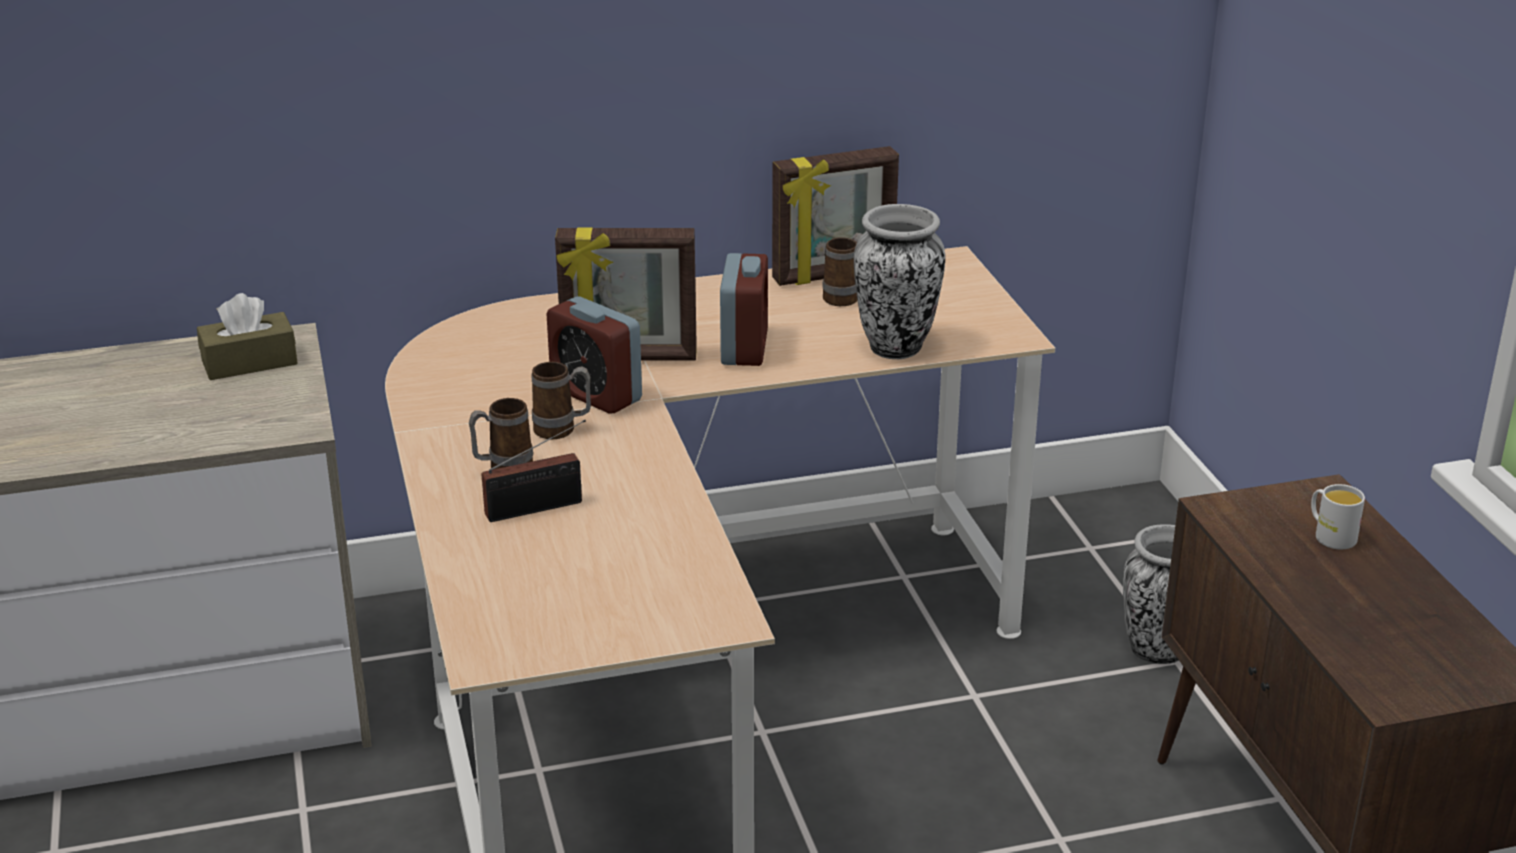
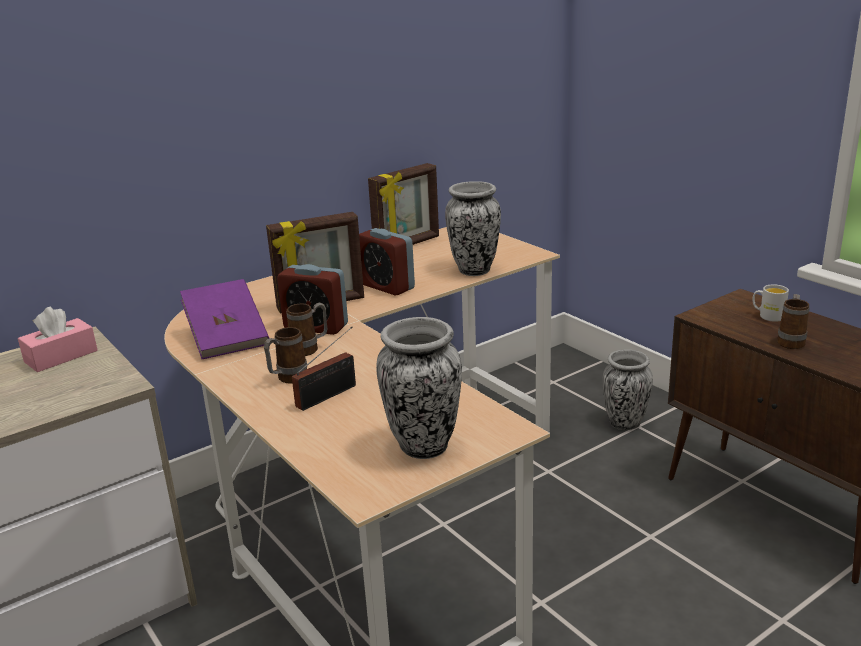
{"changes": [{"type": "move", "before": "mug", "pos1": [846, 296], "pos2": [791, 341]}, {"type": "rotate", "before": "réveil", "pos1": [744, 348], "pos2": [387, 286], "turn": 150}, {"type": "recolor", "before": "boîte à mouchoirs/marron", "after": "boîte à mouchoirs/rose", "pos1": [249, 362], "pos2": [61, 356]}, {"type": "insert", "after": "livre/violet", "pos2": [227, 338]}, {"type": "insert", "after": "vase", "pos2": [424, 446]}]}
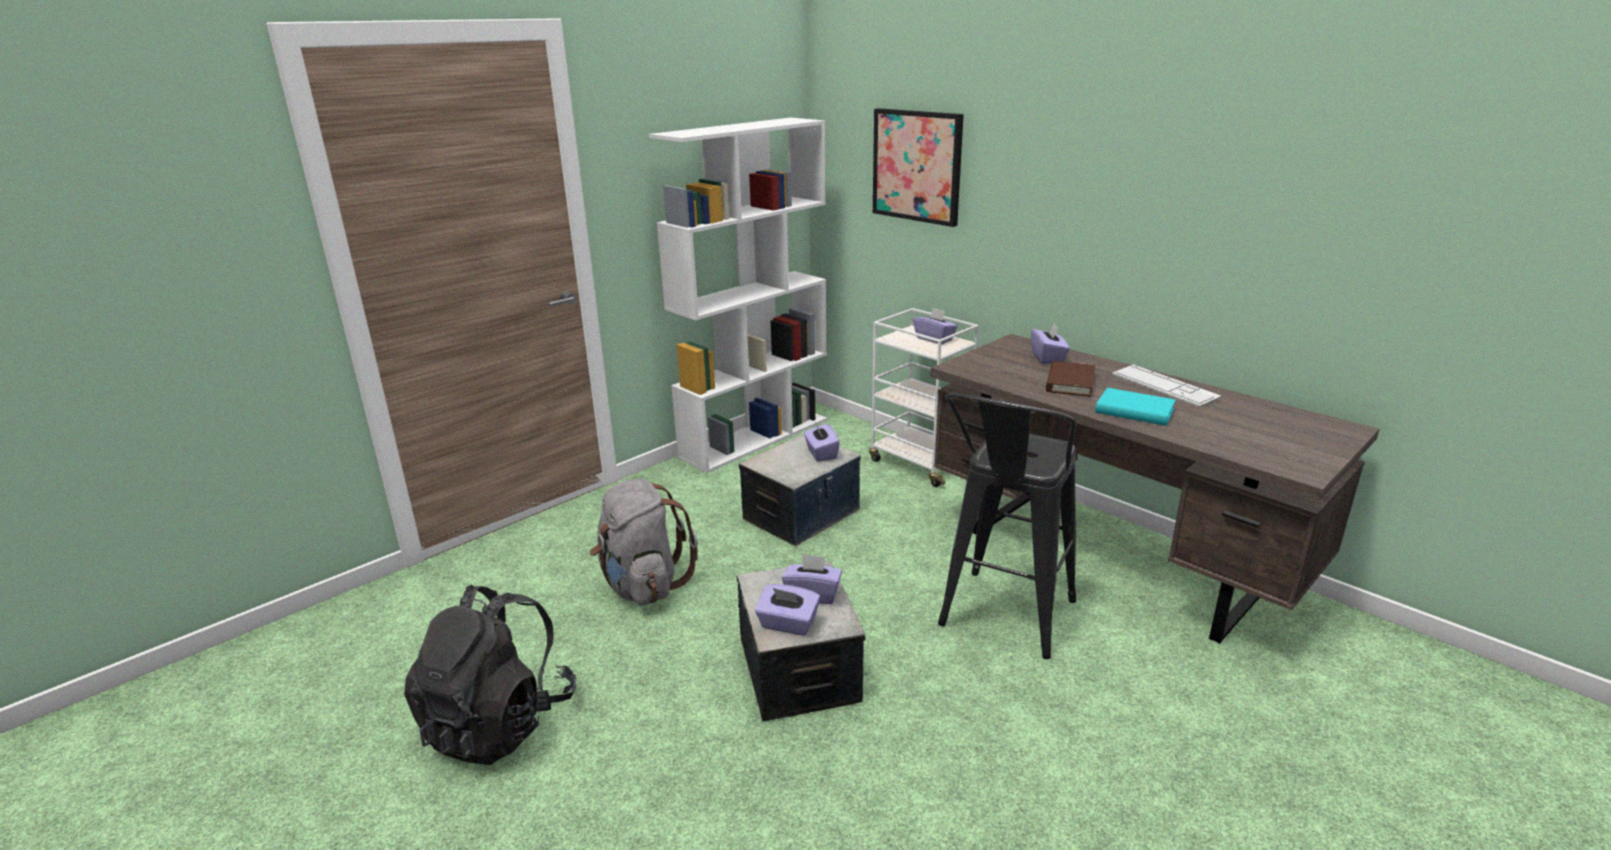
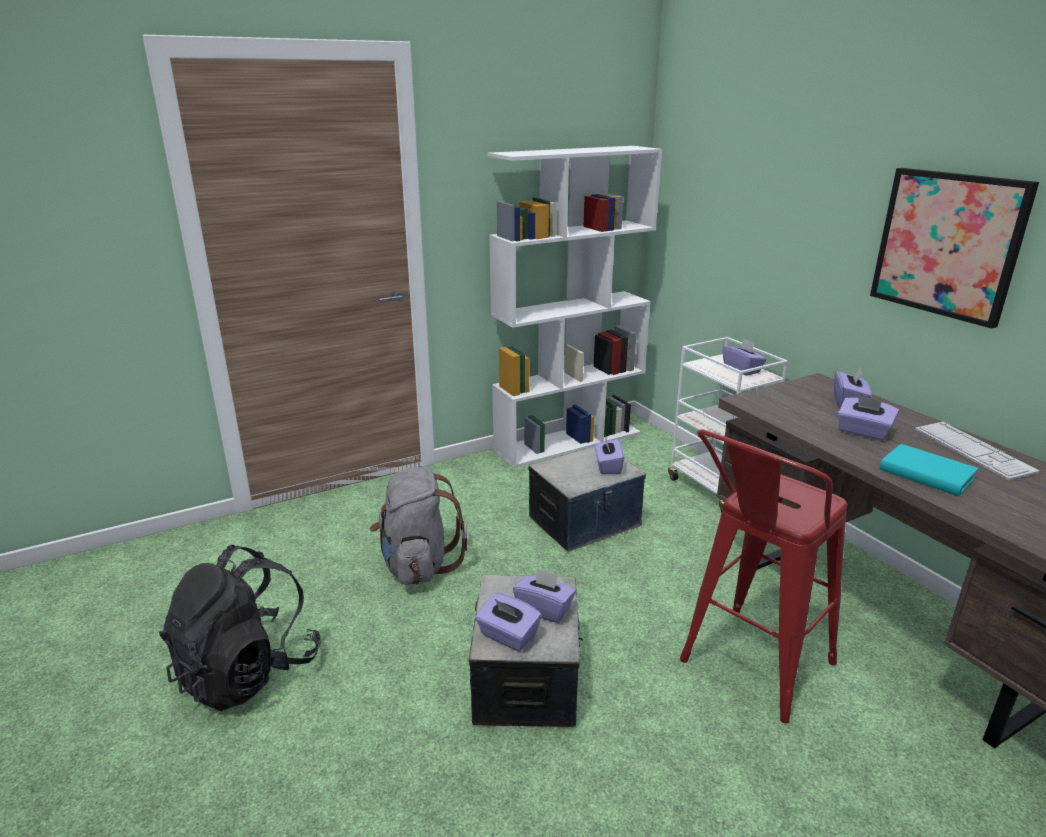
{"changes": [{"type": "move", "before": "tableau", "pos1": [917, 166], "pos2": [948, 244]}, {"type": "replace", "before": "livre/marron", "after": "boîte à mouchoirs/violet", "pos1": [1070, 382], "pos2": [863, 432]}, {"type": "recolor", "before": "tabouret/noir", "after": "tabouret/rouge", "pos1": [1002, 621], "pos2": [748, 670]}]}
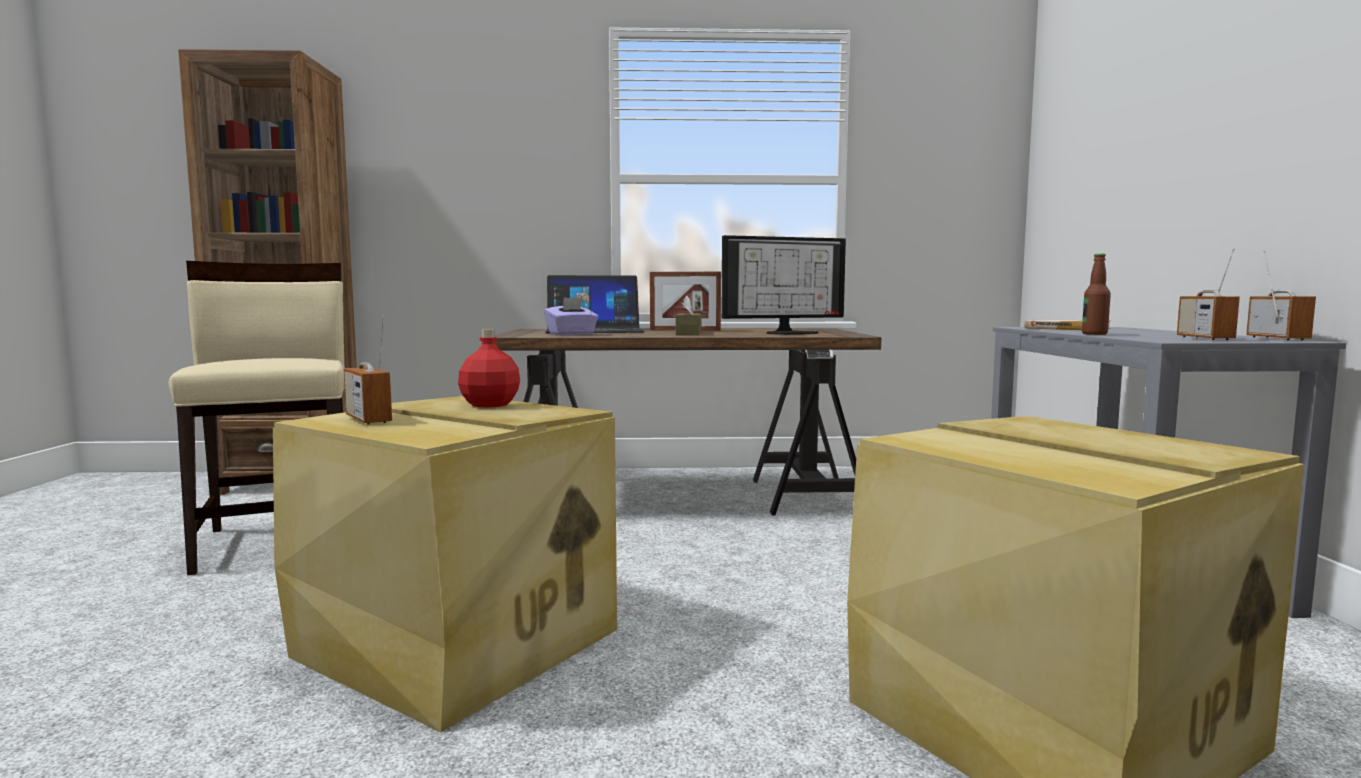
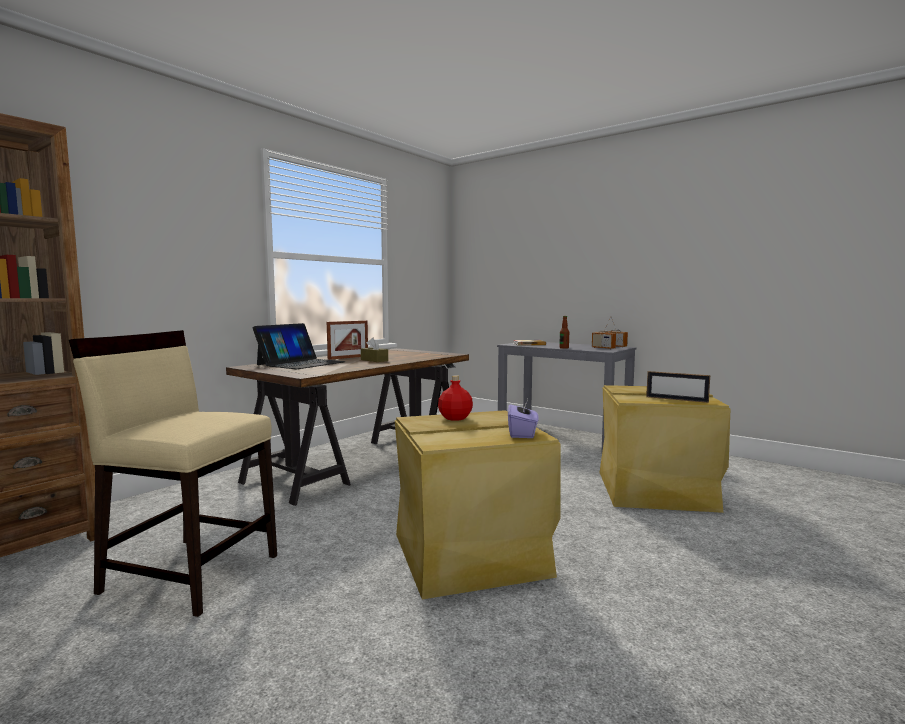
{"changes": [{"type": "delete", "before": "écran d'ordinateur", "pos1": [791, 333]}, {"type": "move", "before": "boîte à mouchoirs/violet", "pos1": [572, 334], "pos2": [522, 433]}, {"type": "delete", "before": "radio", "pos1": [368, 419]}, {"type": "insert", "after": "cadre photo", "pos2": [676, 399]}]}
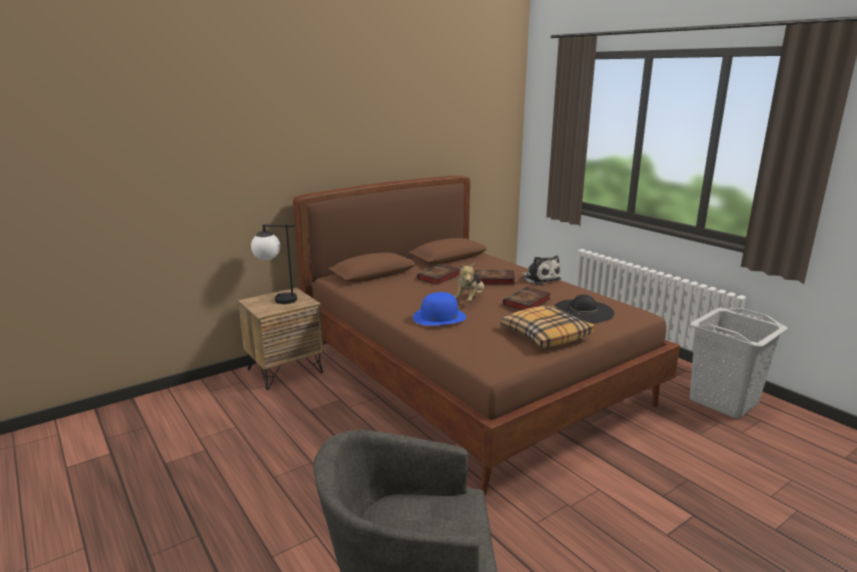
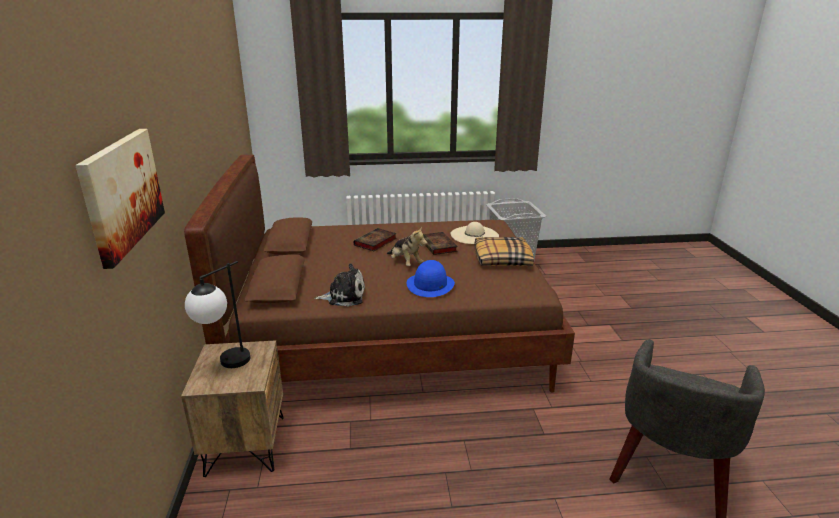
{"changes": [{"type": "move", "before": "peluche", "pos1": [540, 279], "pos2": [344, 296]}, {"type": "delete", "before": "livre", "pos1": [438, 277]}, {"type": "recolor", "before": "chapeau/noir", "after": "chapeau/beige", "pos1": [583, 311], "pos2": [474, 235]}, {"type": "insert", "after": "tableau", "pos2": [122, 193]}]}
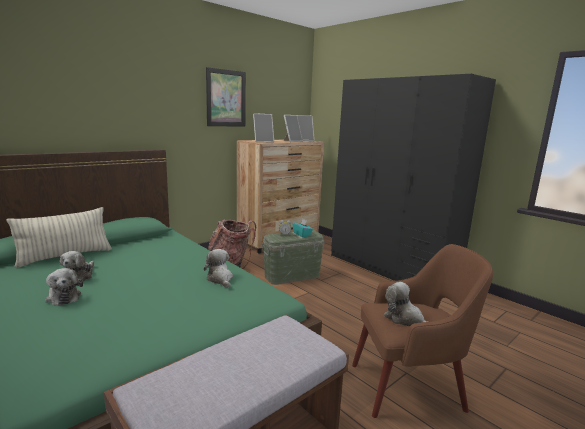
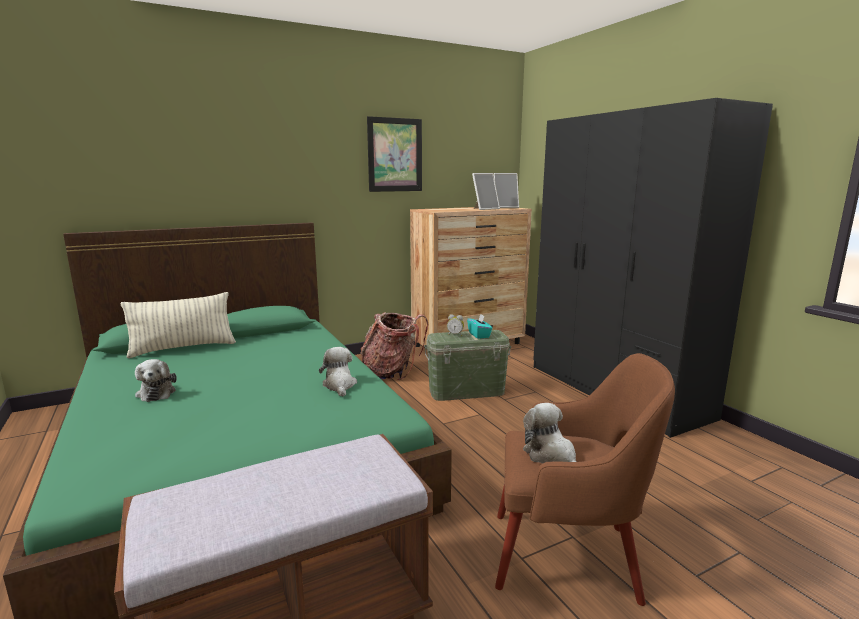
{"changes": [{"type": "delete", "before": "cadre photo", "pos1": [263, 141]}, {"type": "delete", "before": "peluche", "pos1": [79, 276]}]}
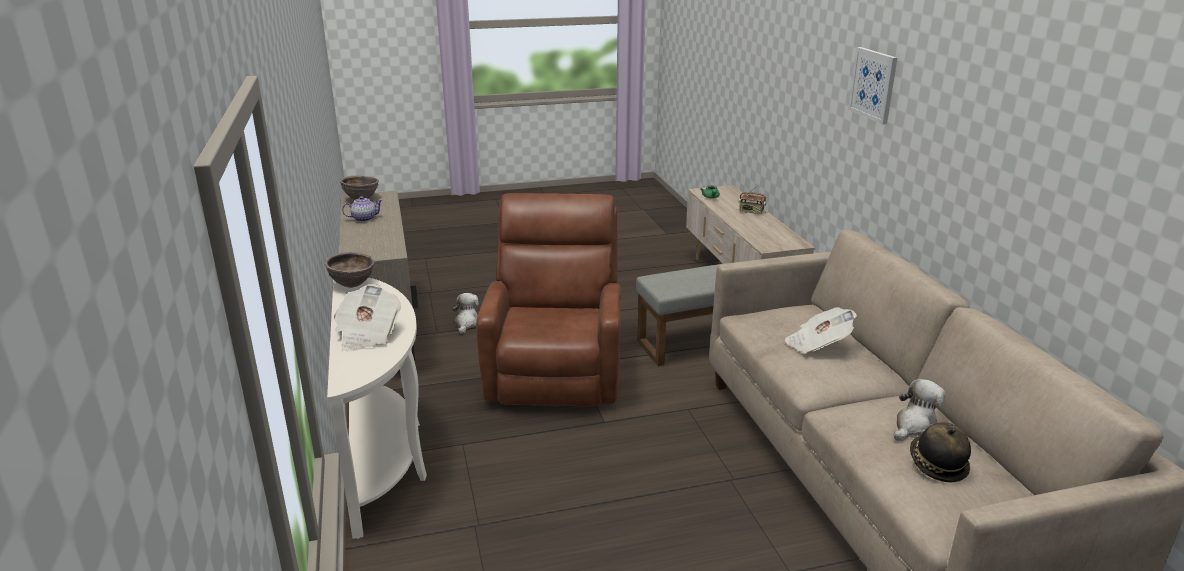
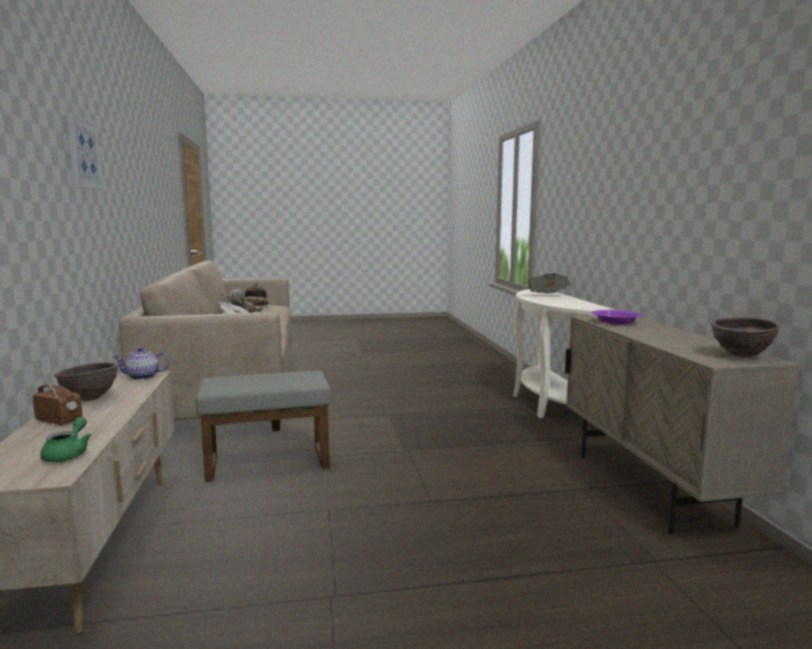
{"changes": [{"type": "delete", "before": "fauteuil/marron", "pos1": [555, 372]}, {"type": "move", "before": "théière", "pos1": [364, 219], "pos2": [143, 377]}, {"type": "move", "before": "bol/marron", "pos1": [352, 285], "pos2": [90, 399]}, {"type": "delete", "before": "peluche", "pos1": [467, 323]}, {"type": "insert", "after": "bol/violet", "pos2": [616, 322]}]}
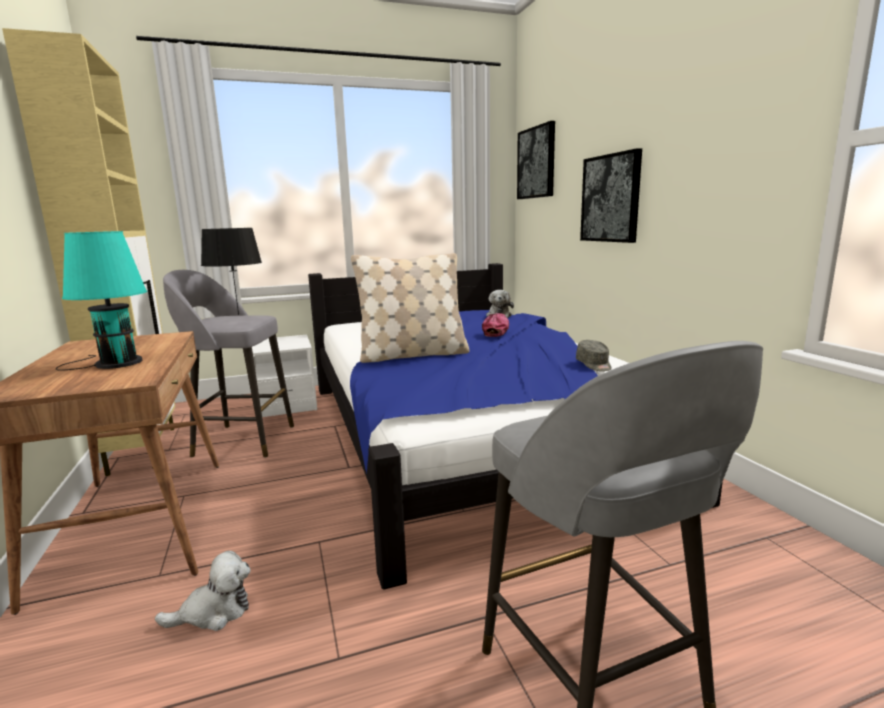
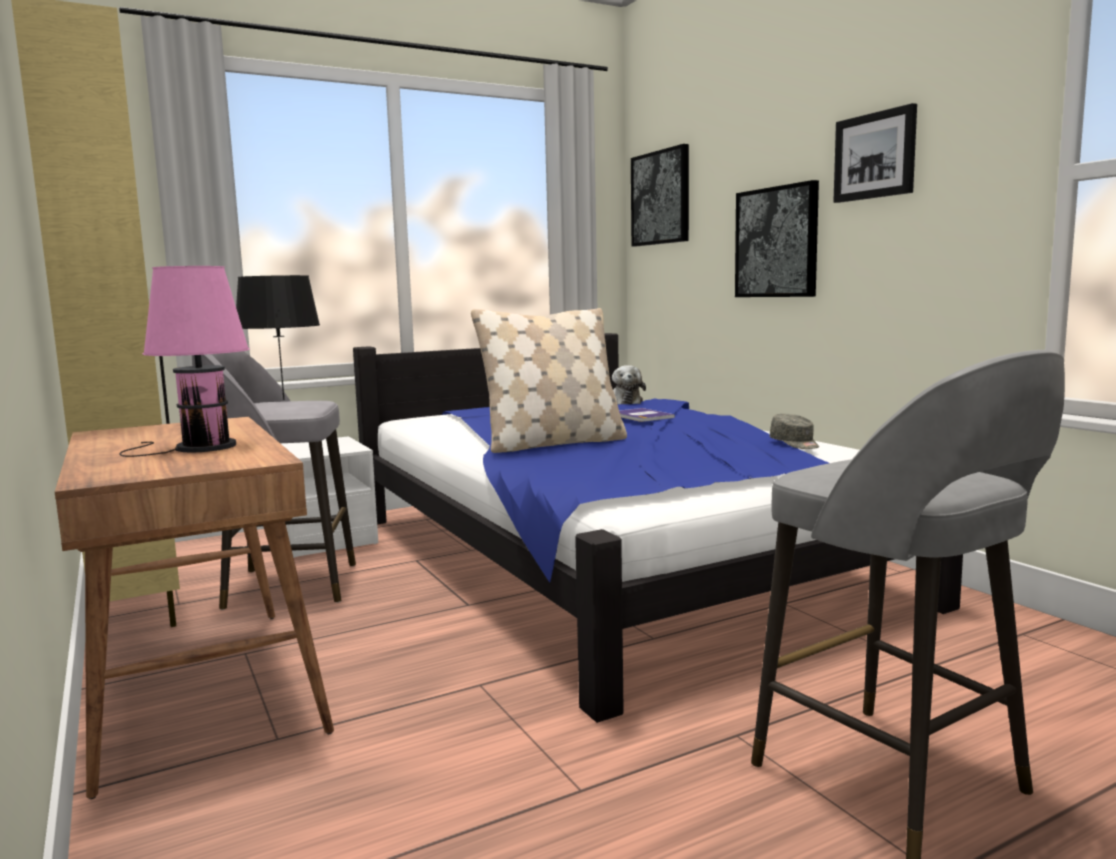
{"changes": [{"type": "recolor", "before": "lampe de table/turquoise", "after": "lampe de table/rose", "pos1": [114, 363], "pos2": [199, 447]}, {"type": "replace", "before": "casquette", "after": "livre", "pos1": [496, 331], "pos2": [641, 416]}, {"type": "delete", "before": "peluche", "pos1": [214, 612]}, {"type": "insert", "after": "tableau", "pos2": [875, 156]}]}
